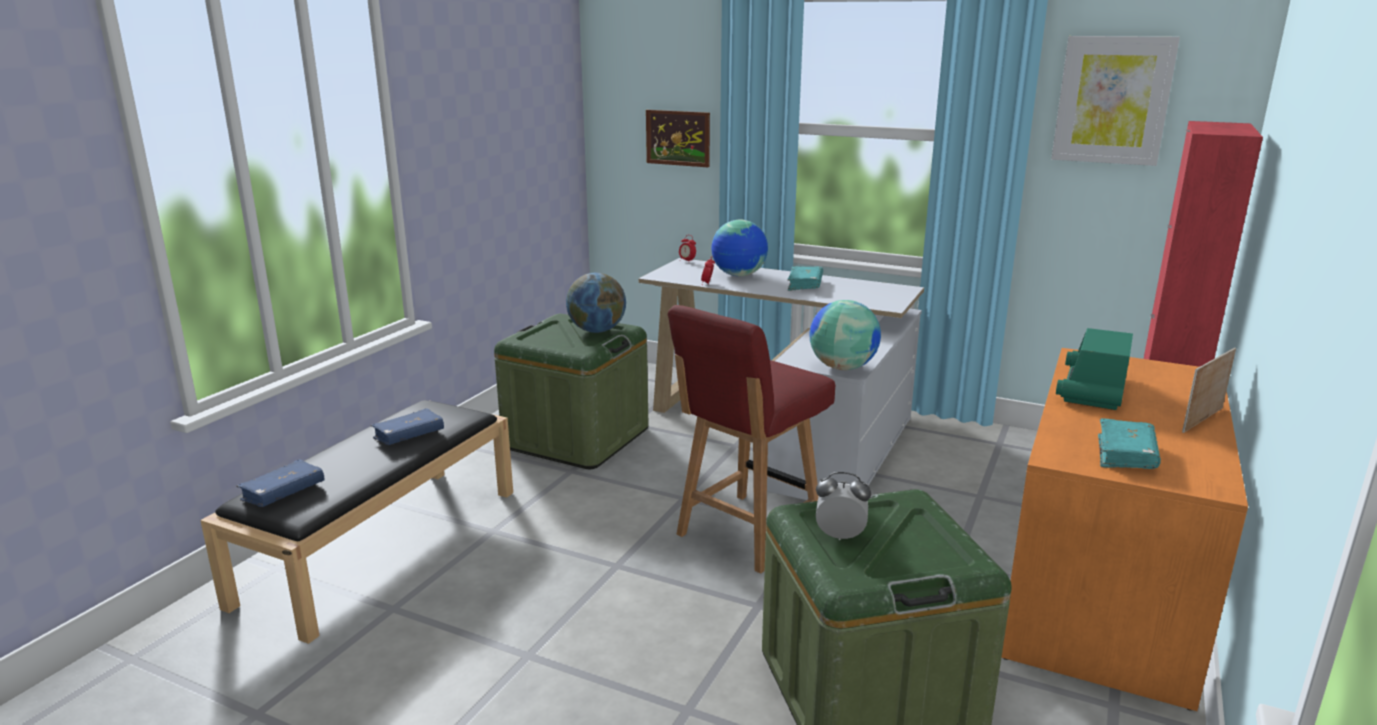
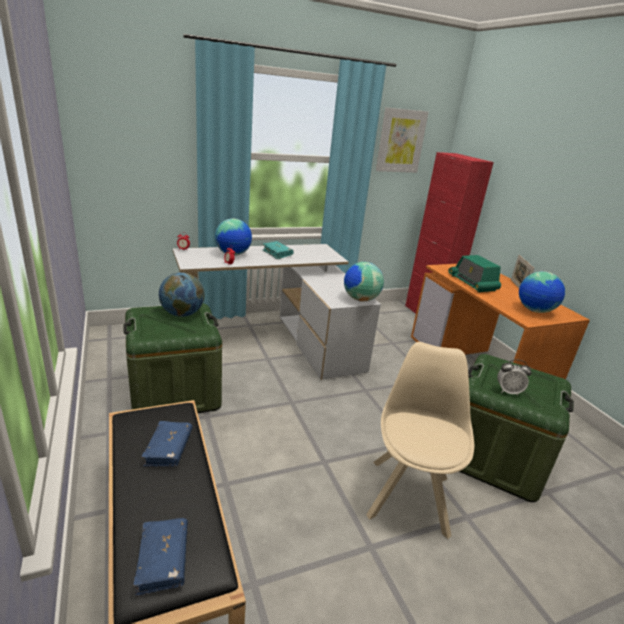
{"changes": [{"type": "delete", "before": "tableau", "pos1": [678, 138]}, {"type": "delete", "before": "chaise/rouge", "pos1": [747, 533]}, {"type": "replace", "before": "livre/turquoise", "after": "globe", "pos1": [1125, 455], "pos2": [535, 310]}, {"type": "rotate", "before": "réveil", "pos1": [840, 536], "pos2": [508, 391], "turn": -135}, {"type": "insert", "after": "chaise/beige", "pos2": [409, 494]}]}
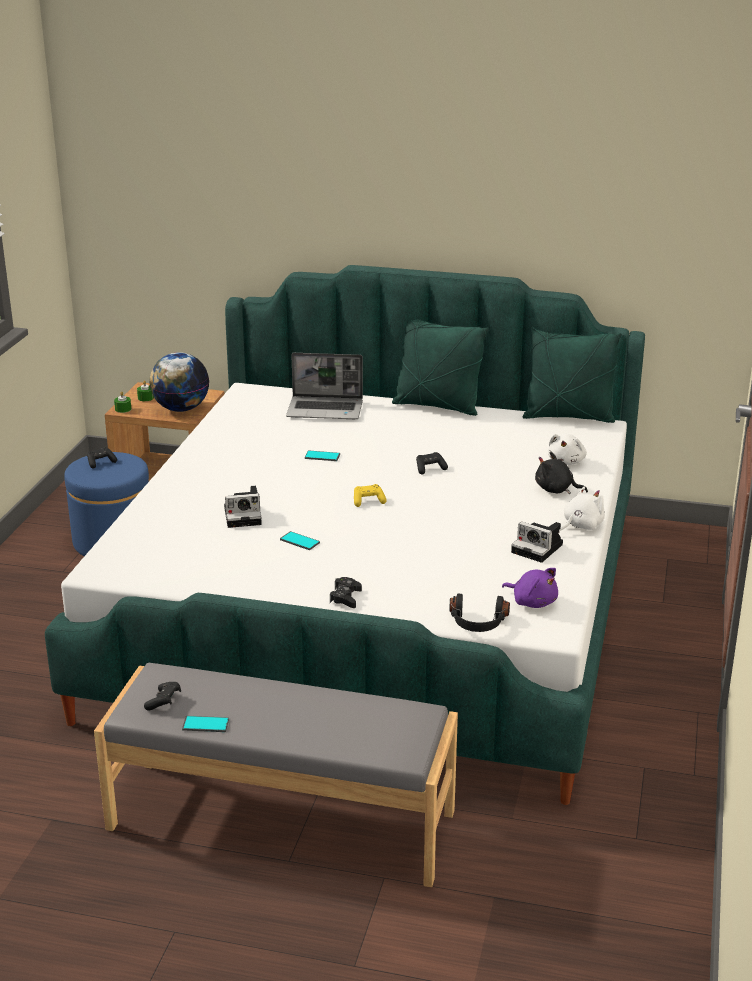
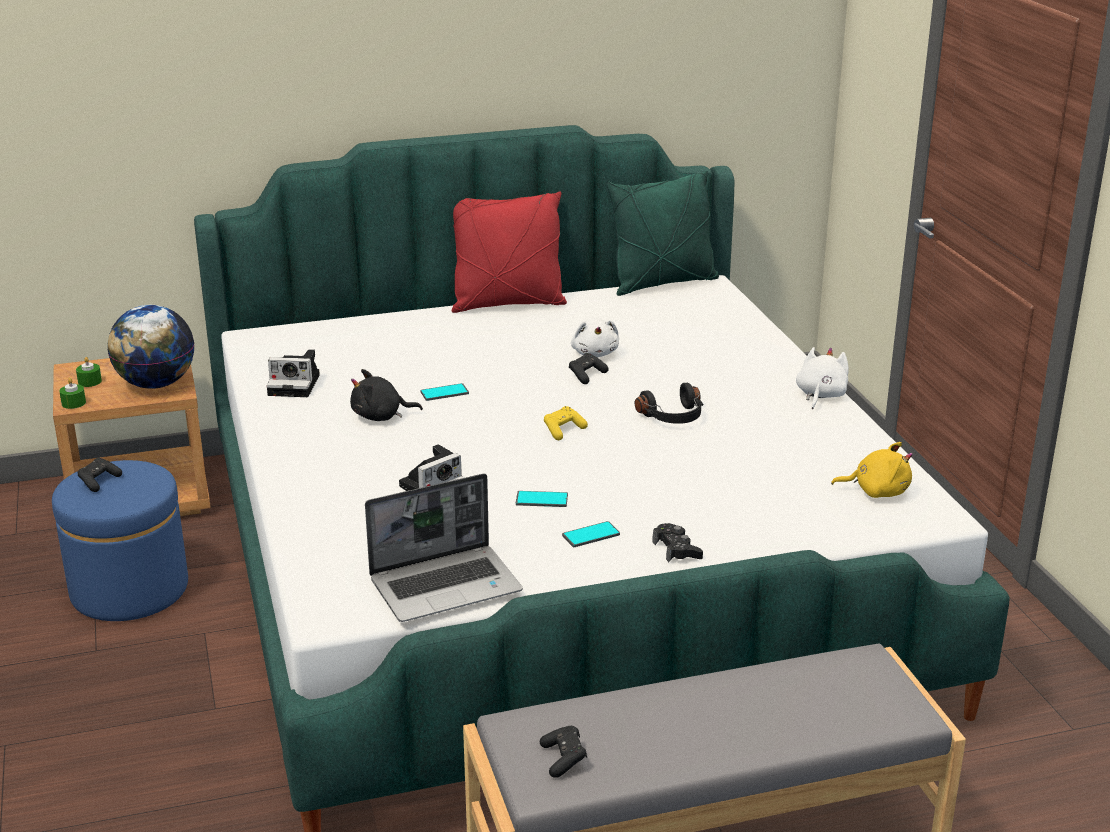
{"changes": [{"type": "recolor", "before": "coussin/vert", "after": "coussin/rouge", "pos1": [437, 406], "pos2": [507, 304]}, {"type": "move", "before": "ordinateur portable", "pos1": [326, 410], "pos2": [447, 585]}, {"type": "move", "before": "peluche/blanc", "pos1": [566, 461], "pos2": [595, 353]}, {"type": "move", "before": "peluche/noir", "pos1": [556, 490], "pos2": [381, 416]}, {"type": "move", "before": "appareil photo", "pos1": [539, 549], "pos2": [296, 385]}, {"type": "recolor", "before": "peluche/violet", "after": "peluche/jaune", "pos1": [532, 602], "pos2": [877, 491]}, {"type": "move", "before": "casque audio/noir", "pos1": [478, 623], "pos2": [673, 417]}, {"type": "move", "before": "téléphone", "pos1": [205, 725], "pos2": [591, 535]}]}
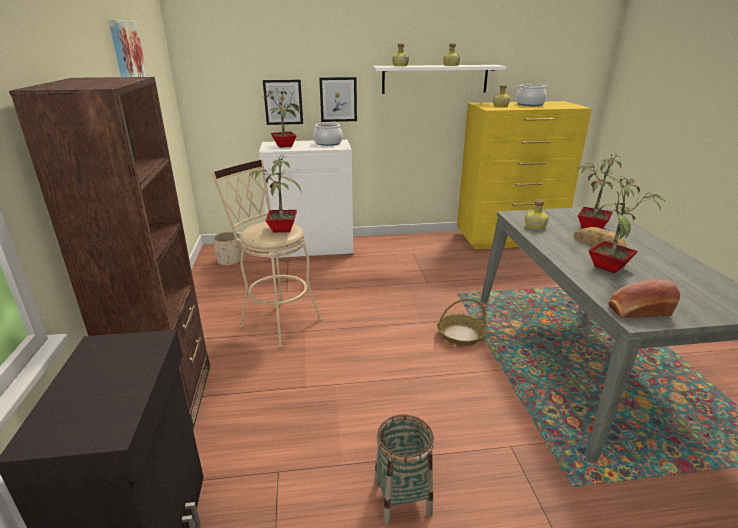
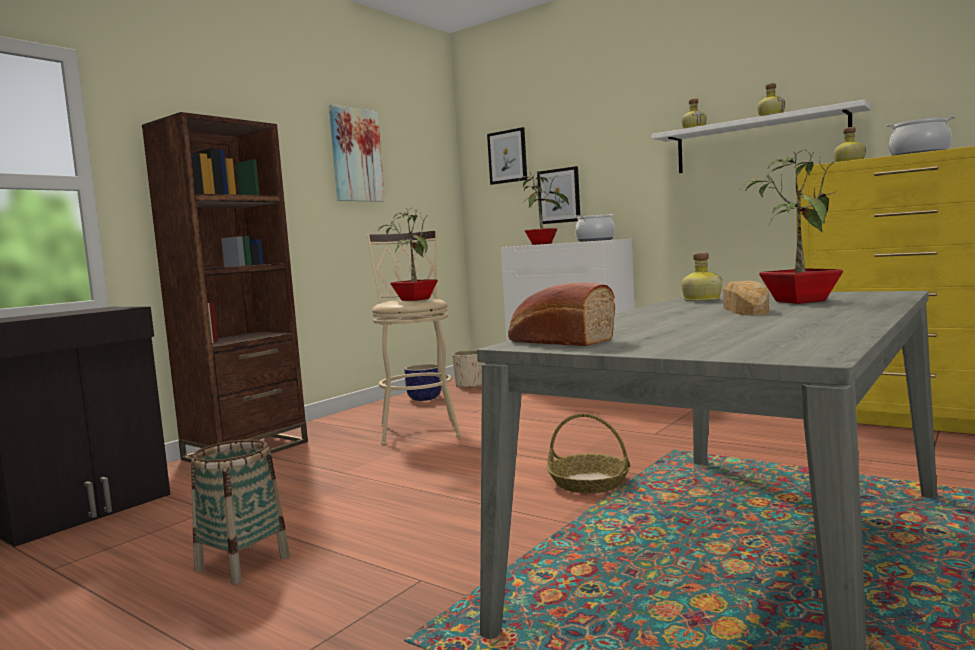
{"changes": [{"type": "move", "before": "tableau", "pos1": [338, 99], "pos2": [507, 156]}, {"type": "delete", "before": "plante en pot", "pos1": [610, 268]}, {"type": "insert", "after": "cache-pot", "pos2": [425, 398]}]}
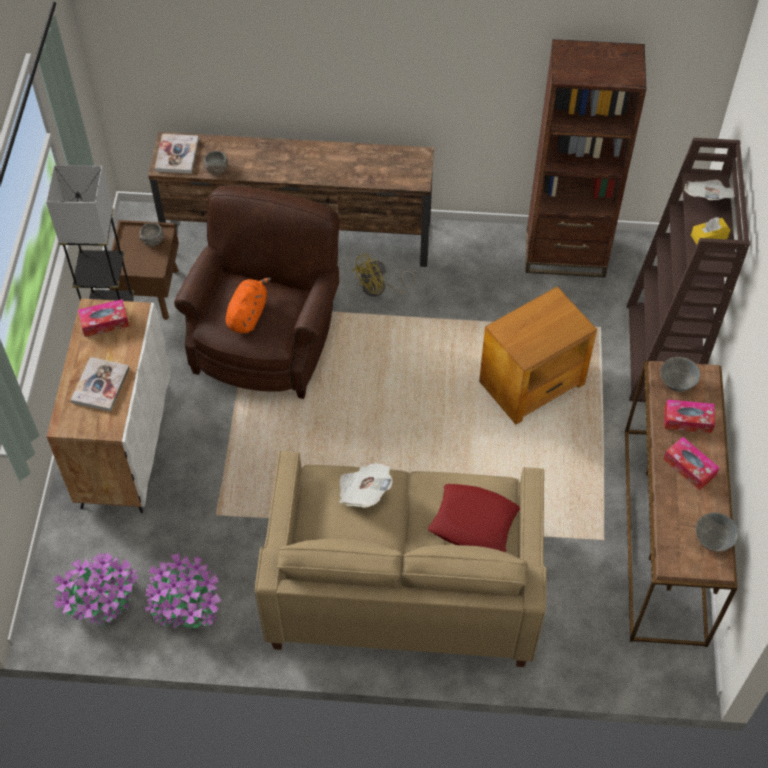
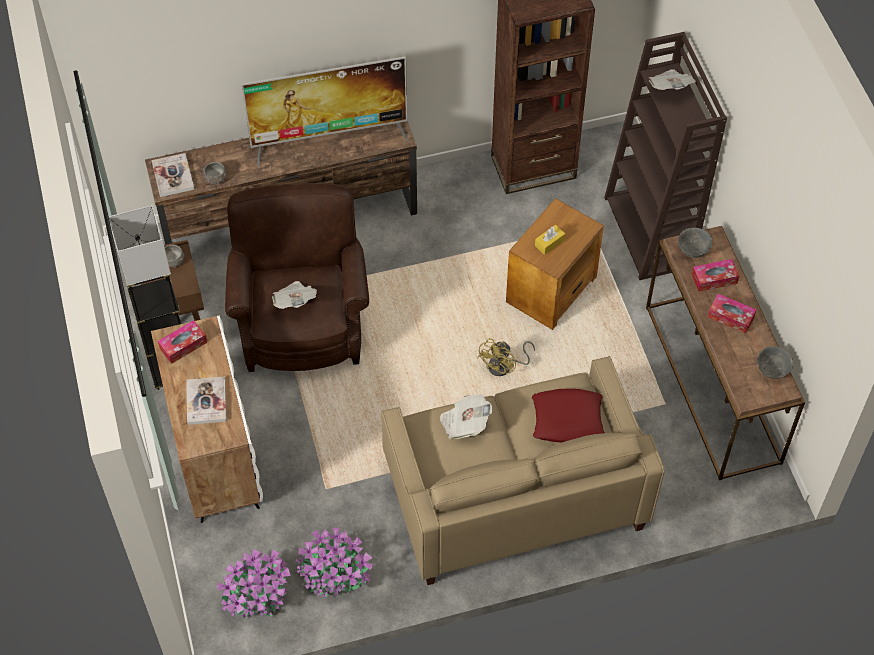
{"changes": [{"type": "move", "before": "boîte à mouchoirs/jaune", "pos1": [709, 237], "pos2": [549, 243]}, {"type": "move", "before": "ventilateur/jaune", "pos1": [379, 289], "pos2": [504, 366]}, {"type": "replace", "before": "peluche/orange", "after": "journal", "pos1": [248, 314], "pos2": [295, 302]}, {"type": "insert", "after": "téléviseur", "pos2": [330, 138]}]}
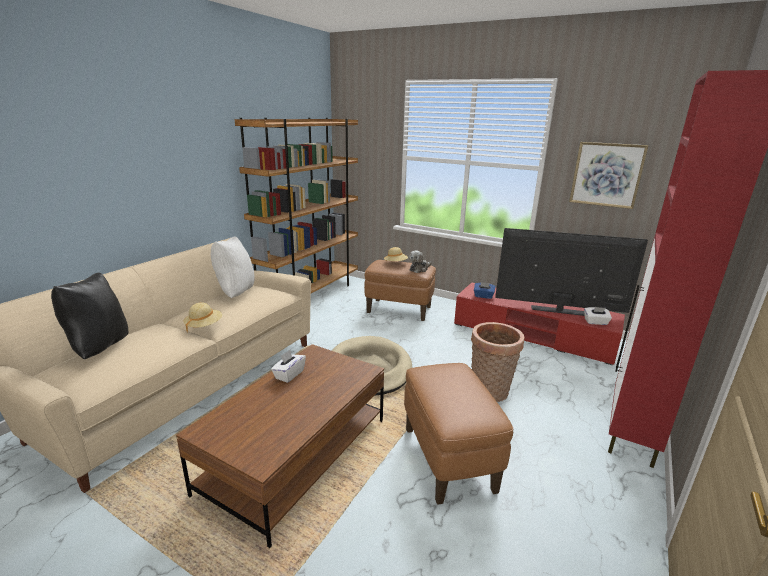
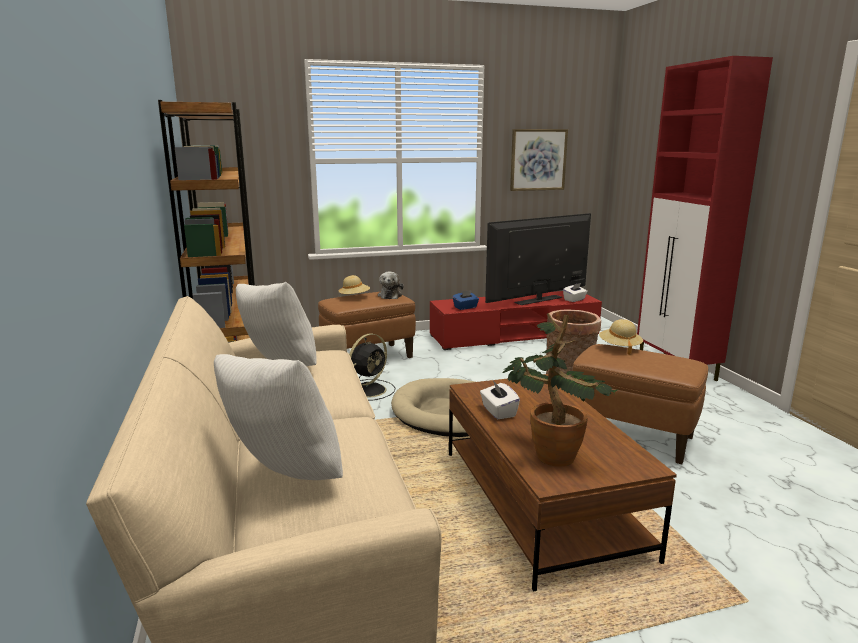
{"changes": [{"type": "recolor", "before": "coussin/noir", "after": "coussin/blanc", "pos1": [99, 348], "pos2": [282, 477]}, {"type": "move", "before": "chapeau/beige", "pos1": [204, 326], "pos2": [619, 347]}, {"type": "insert", "after": "plante en pot", "pos2": [550, 452]}, {"type": "insert", "after": "ventilateur/noir", "pos2": [370, 390]}]}
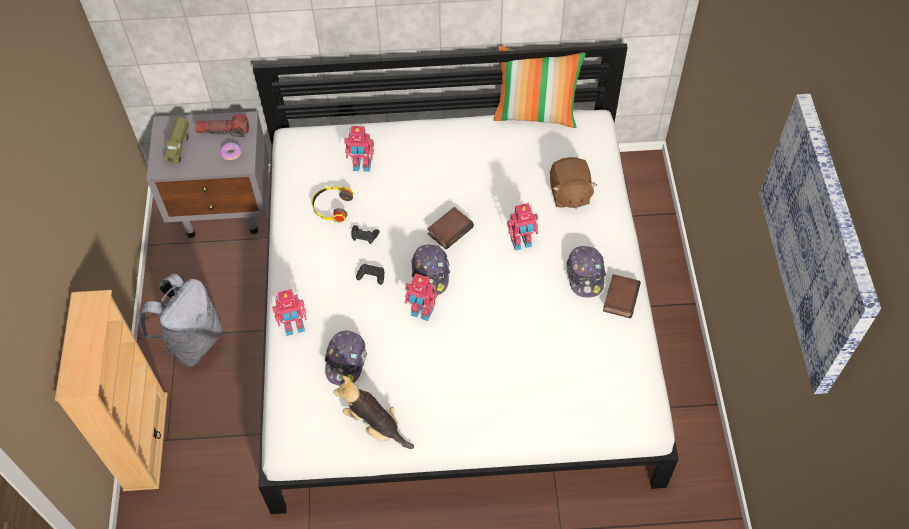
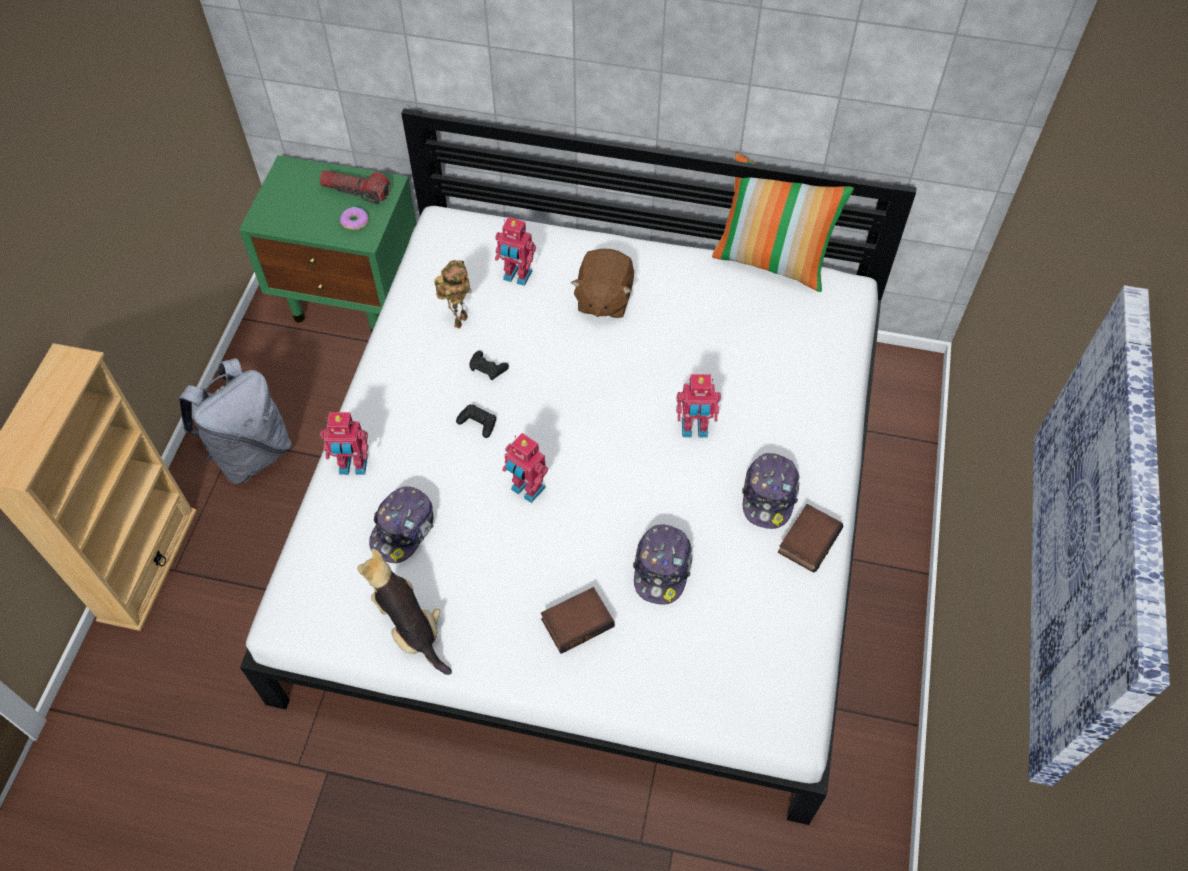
{"changes": [{"type": "recolor", "before": "table de chevet/gris", "after": "table de chevet/vert", "pos1": [225, 208], "pos2": [352, 296]}, {"type": "delete", "before": "camion jouet", "pos1": [179, 147]}, {"type": "move", "before": "peluche/marron", "pos1": [569, 194], "pos2": [603, 299]}, {"type": "replace", "before": "casque audio", "after": "robot jouet", "pos1": [332, 207], "pos2": [459, 320]}, {"type": "move", "before": "livre", "pos1": [450, 229], "pos2": [577, 621]}, {"type": "move", "before": "casquette", "pos1": [431, 273], "pos2": [662, 568]}]}
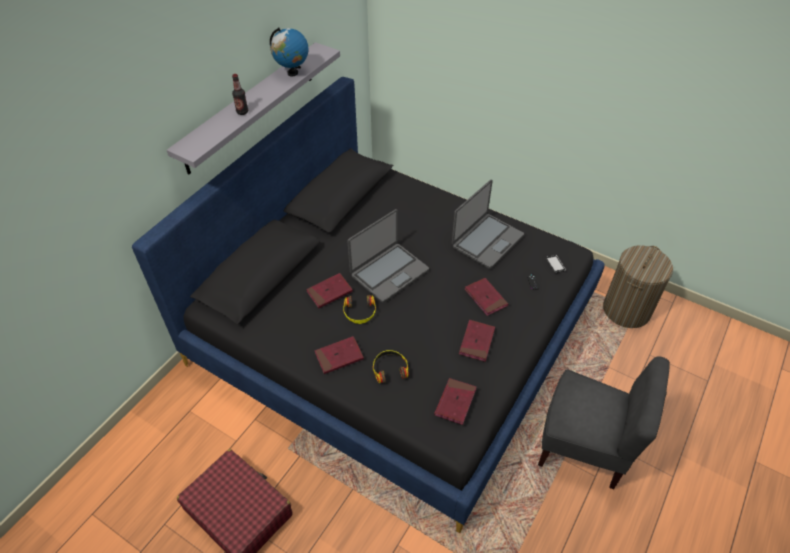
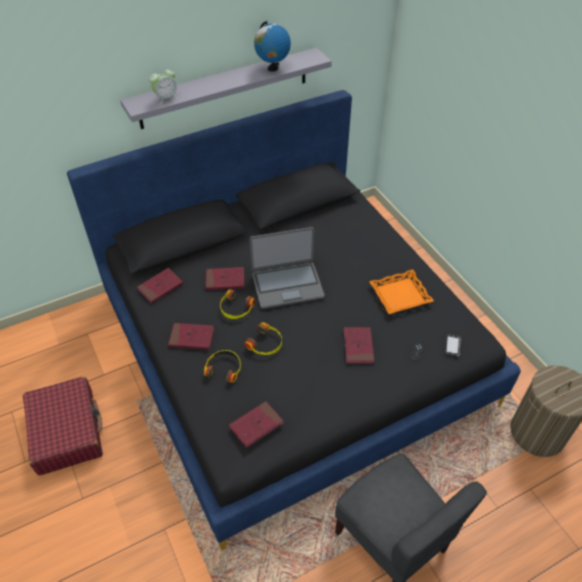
{"changes": [{"type": "delete", "before": "bouteille", "pos1": [242, 112]}, {"type": "replace", "before": "ordinateur portable", "after": "plateau/orange", "pos1": [487, 241], "pos2": [400, 295]}, {"type": "move", "before": "livre/rouge", "pos1": [476, 342], "pos2": [160, 287]}, {"type": "insert", "after": "réveil", "pos2": [166, 98]}, {"type": "insert", "after": "casque audio", "pos2": [265, 344]}]}
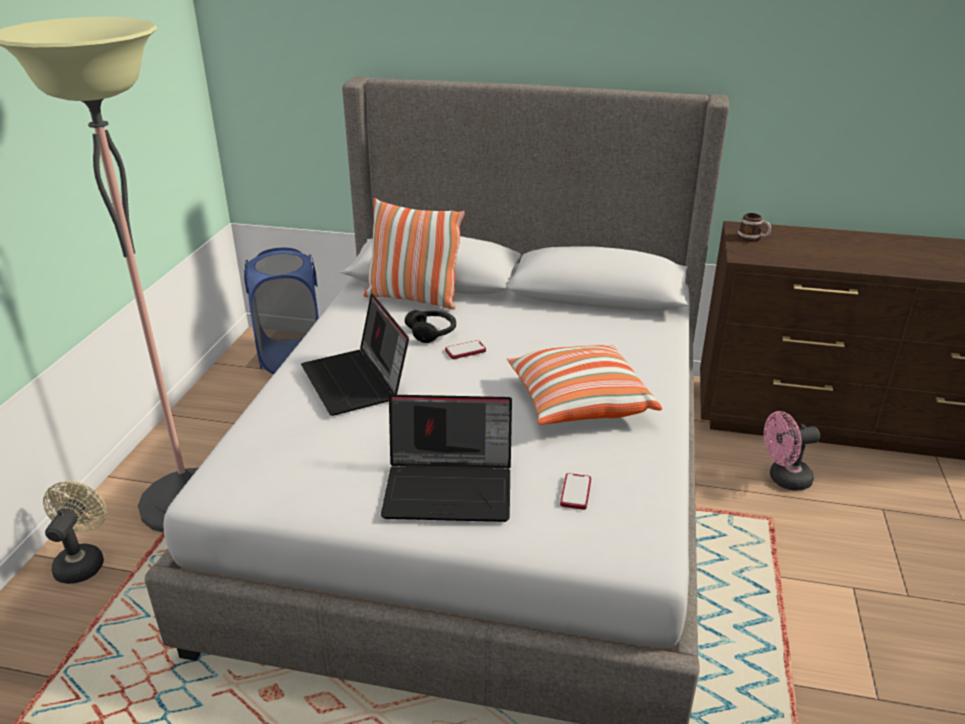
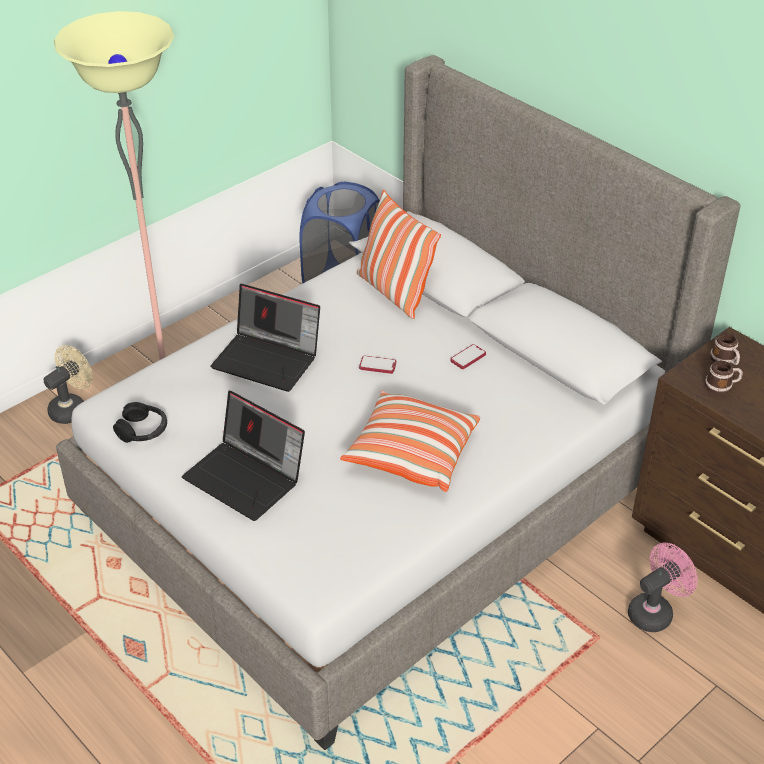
{"changes": [{"type": "rotate", "before": "ordinateur portable", "pos1": [357, 382], "pos2": [268, 359], "turn": -75}, {"type": "move", "before": "casque audio/noir", "pos1": [432, 332], "pos2": [143, 430]}, {"type": "rotate", "before": "ventilateur/rose", "pos1": [783, 479], "pos2": [655, 611], "turn": 120}, {"type": "move", "before": "téléphone", "pos1": [575, 492], "pos2": [468, 357]}, {"type": "insert", "after": "mug", "pos2": [722, 386]}]}
